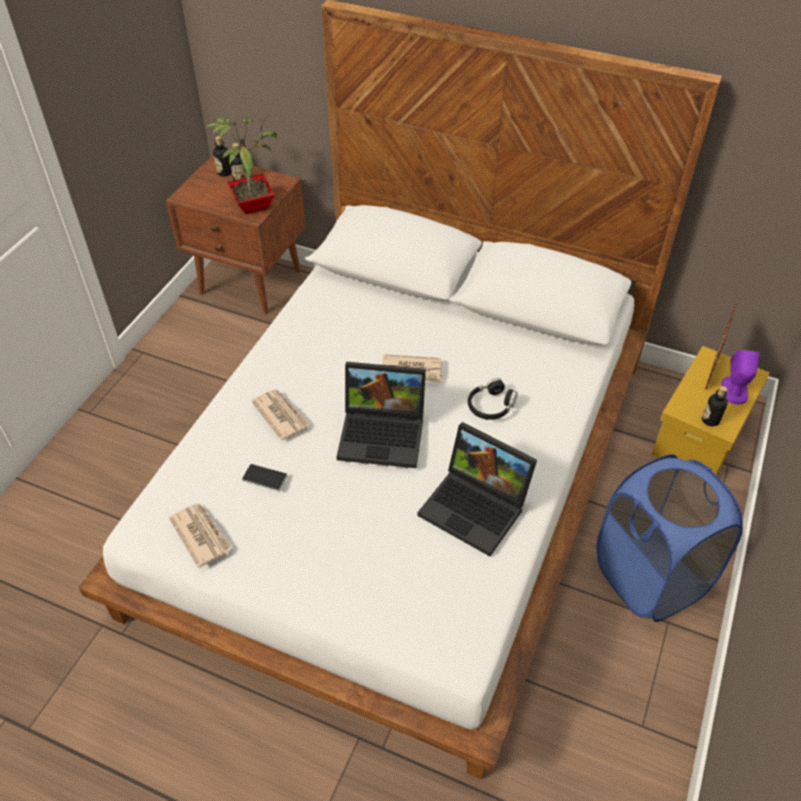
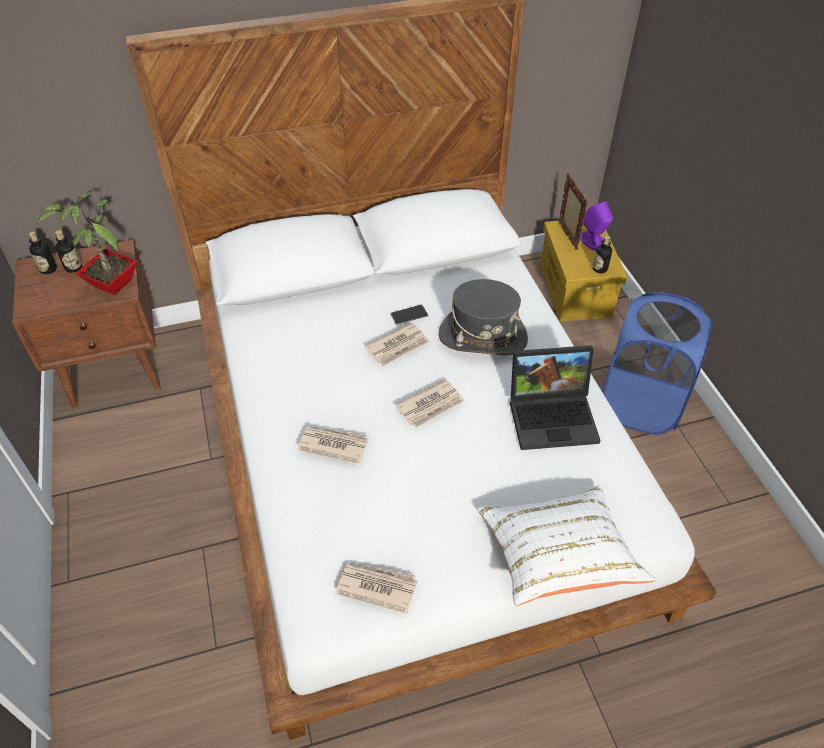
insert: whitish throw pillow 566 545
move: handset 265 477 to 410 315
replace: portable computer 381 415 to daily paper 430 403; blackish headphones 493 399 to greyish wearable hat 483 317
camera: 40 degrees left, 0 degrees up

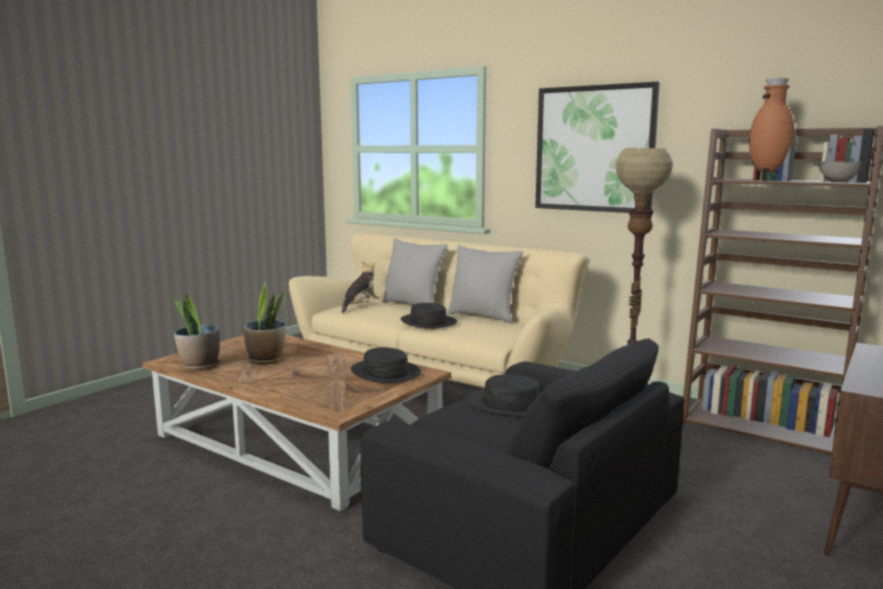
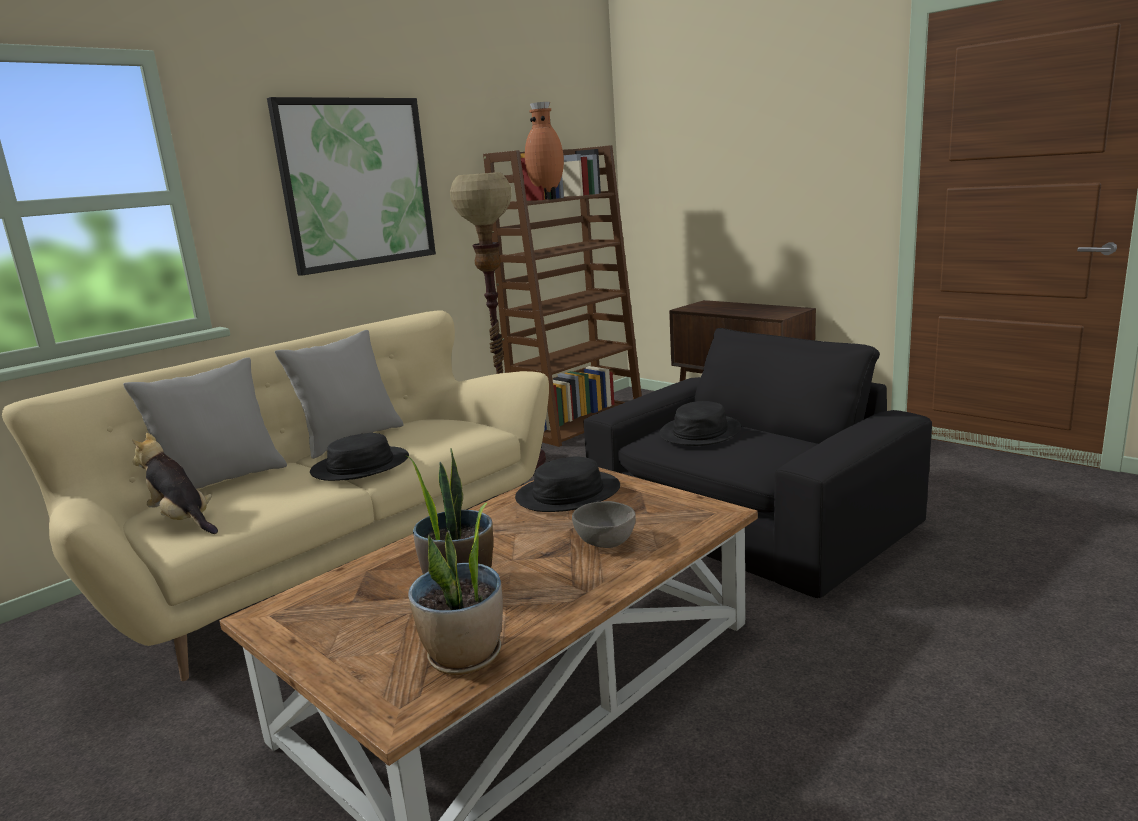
move: greyish serving bowl 840 171 to 604 524
camera: 80 degrees left, 5 degrees up

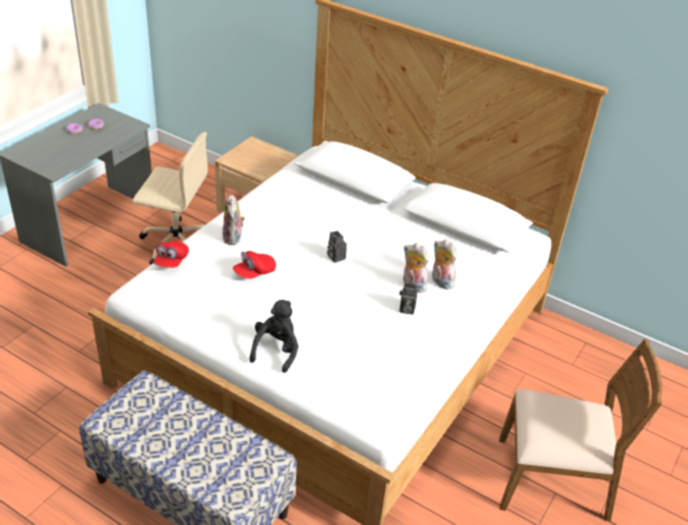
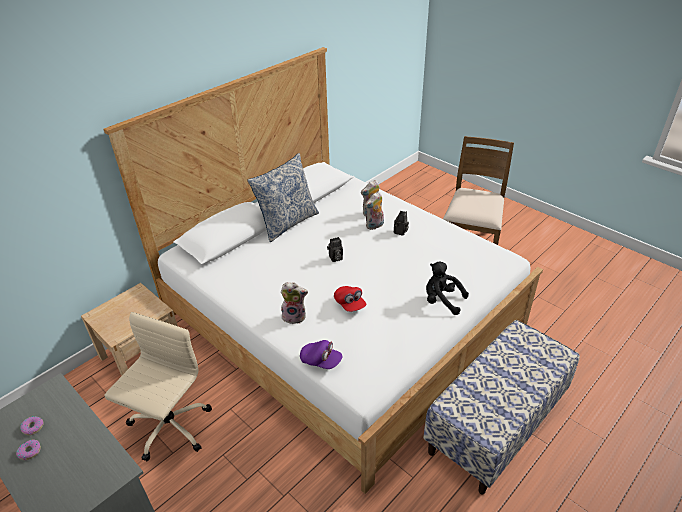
insert: throw pillow 283 197
recolor: red peaked cap 171 254 to purple-coloured peaked cap 321 354
camera: 75 degrees left, 0 degrees up

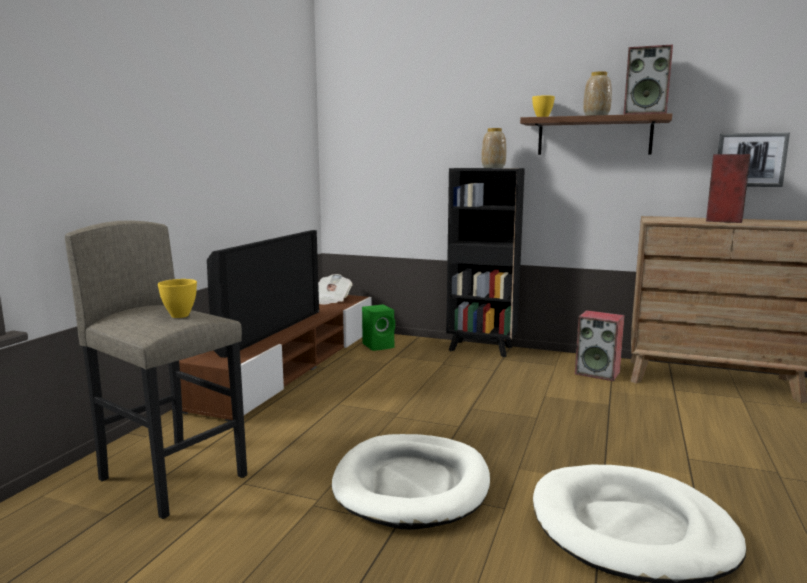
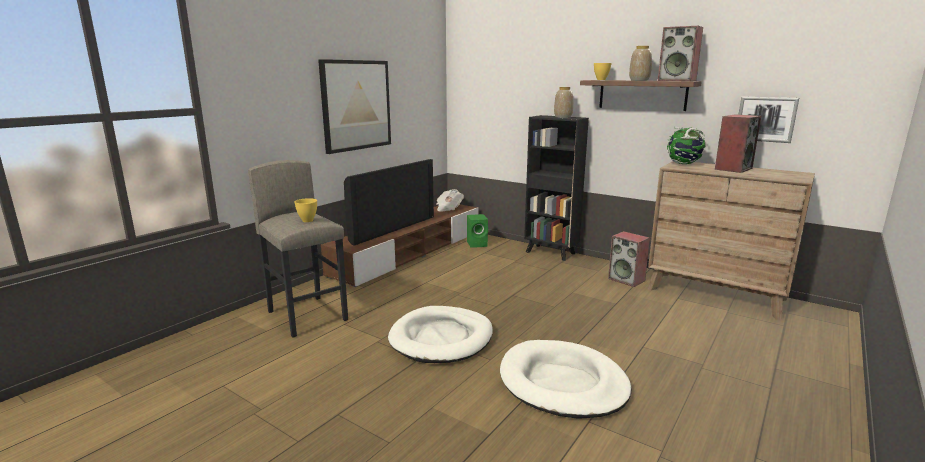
insert: picture 354 106; world globe 686 145
camera: 15 degrees right, 5 degrees up

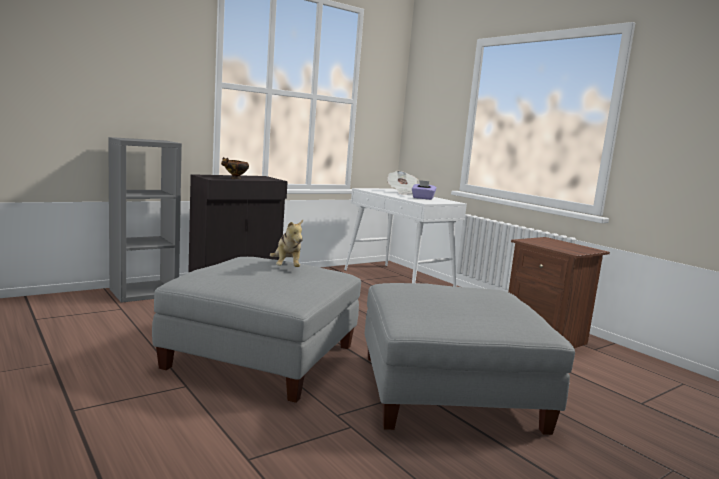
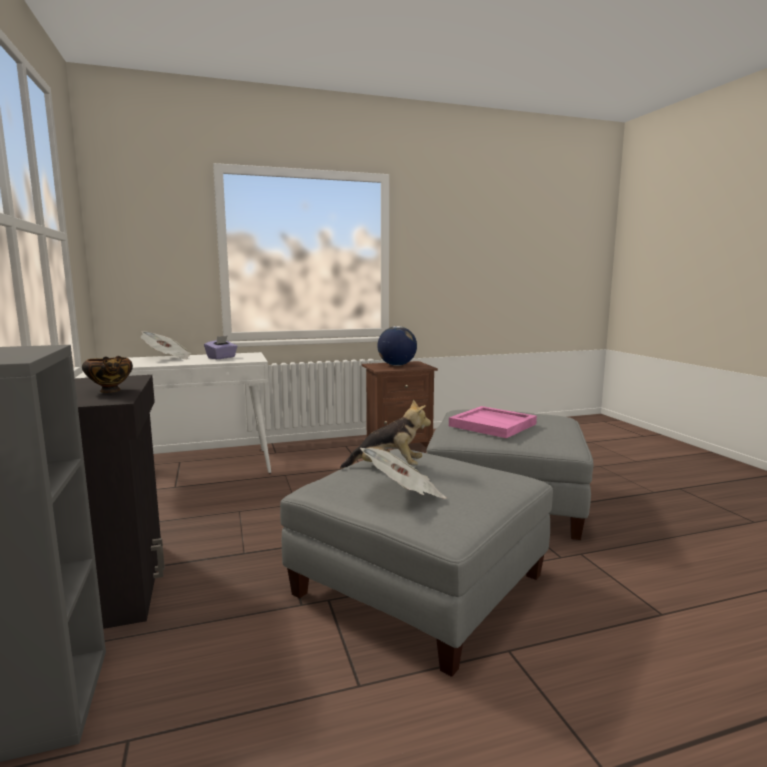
insert: world globe 397 346; pink-coloured serving tray 493 422; daily paper 403 473
camera: 70 degrees left, 0 degrees up

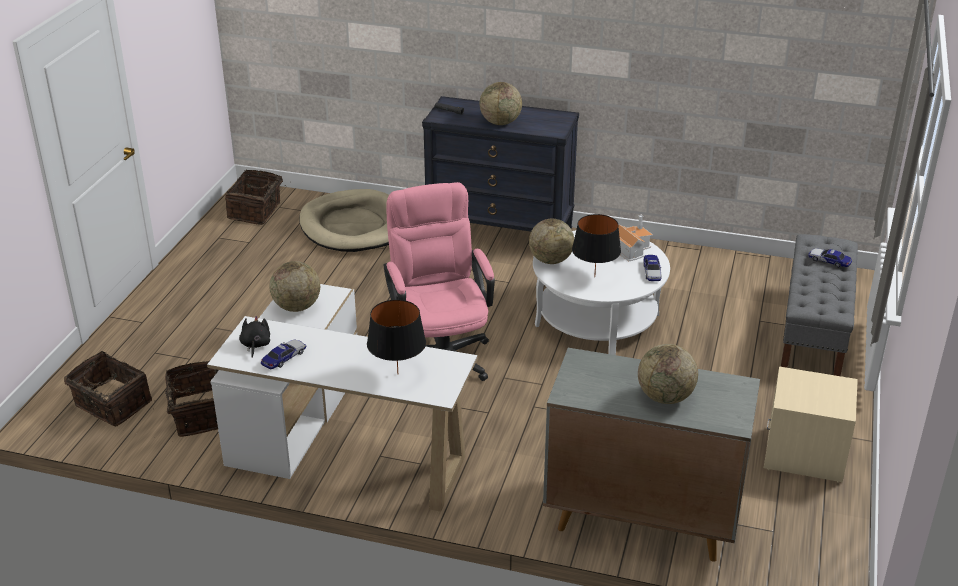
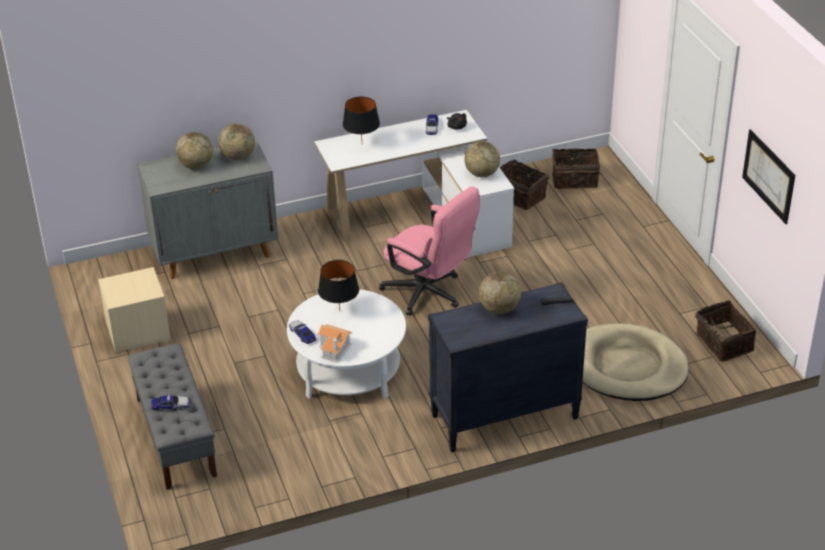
insert: picture 768 176
move: world globe 551 241 to 236 141
camera: 145 degrees right, 5 degrees up

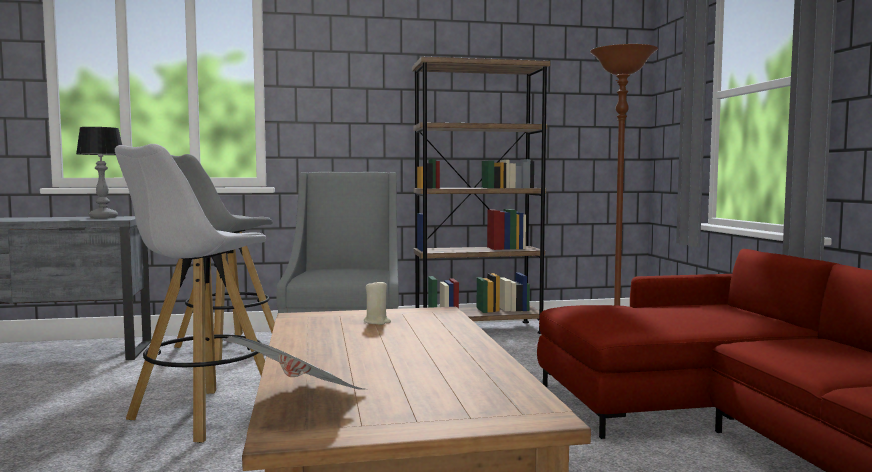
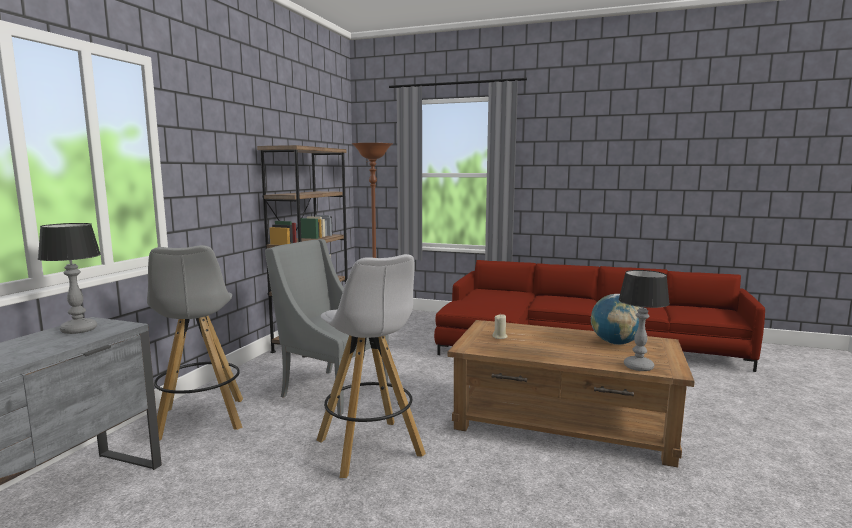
insert: world globe 616 319
replace: daily paper 293 363 to lamp for a table 644 320
camera: 60 degrees left, 5 degrees up

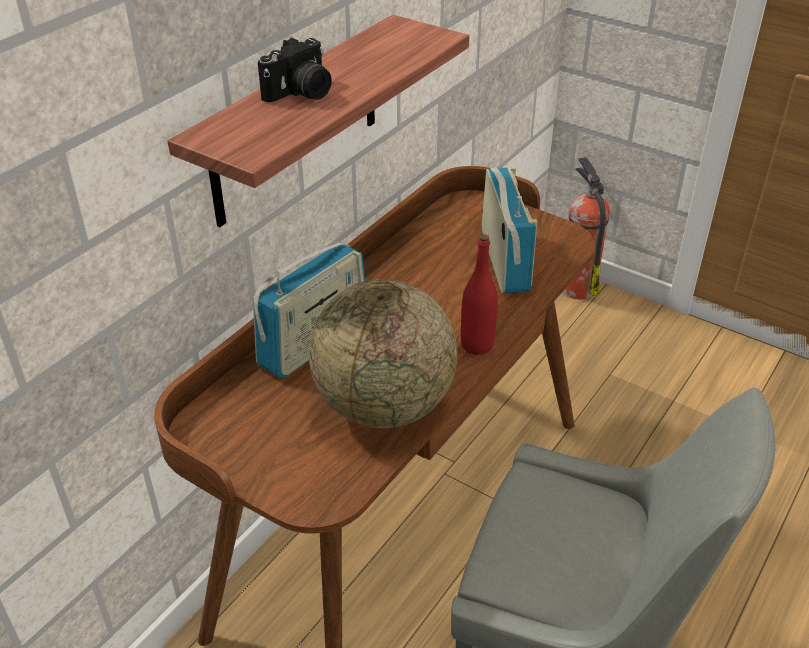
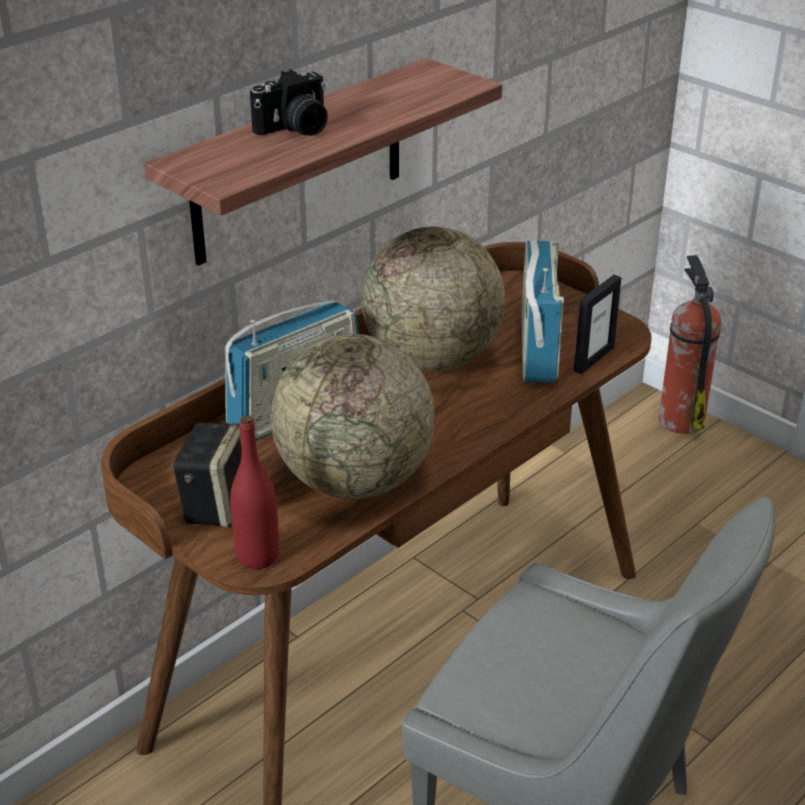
insert: world globe 433 299; picture frame 597 324; loudspeaker 206 475
move: red drink bottle 479 294 to 254 492
camera: 10 degrees right, 5 degrees down

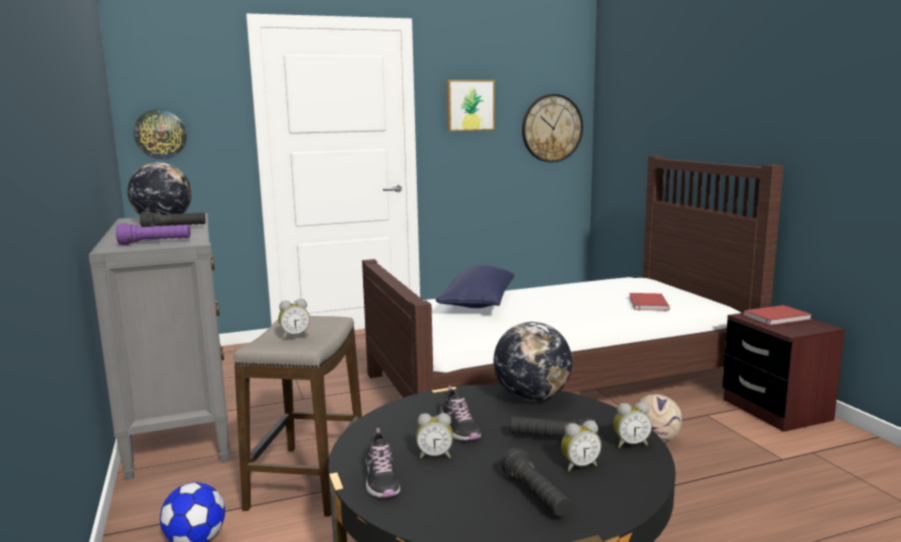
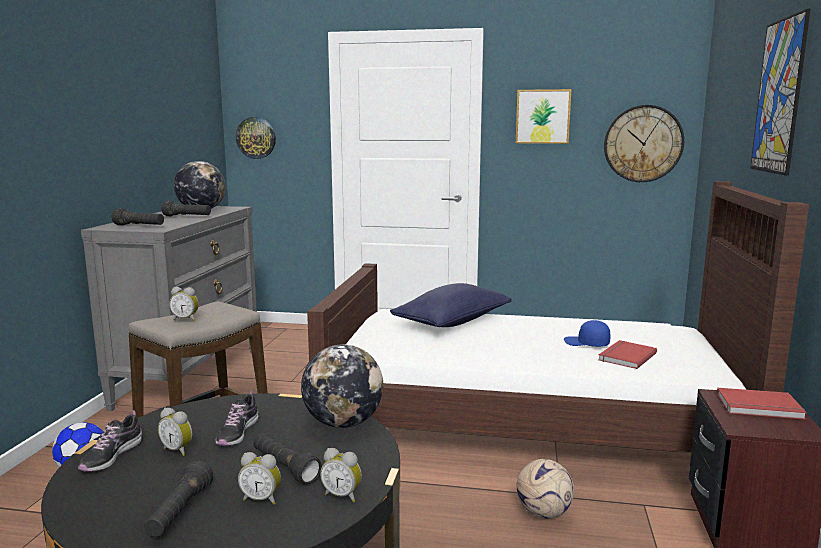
insert: picture 780 92; bluish peaked cap 587 333
recolor: purple-coloured flashlight 153 234 to blackish flashlight 138 217
camera: 30 degrees right, 0 degrees up

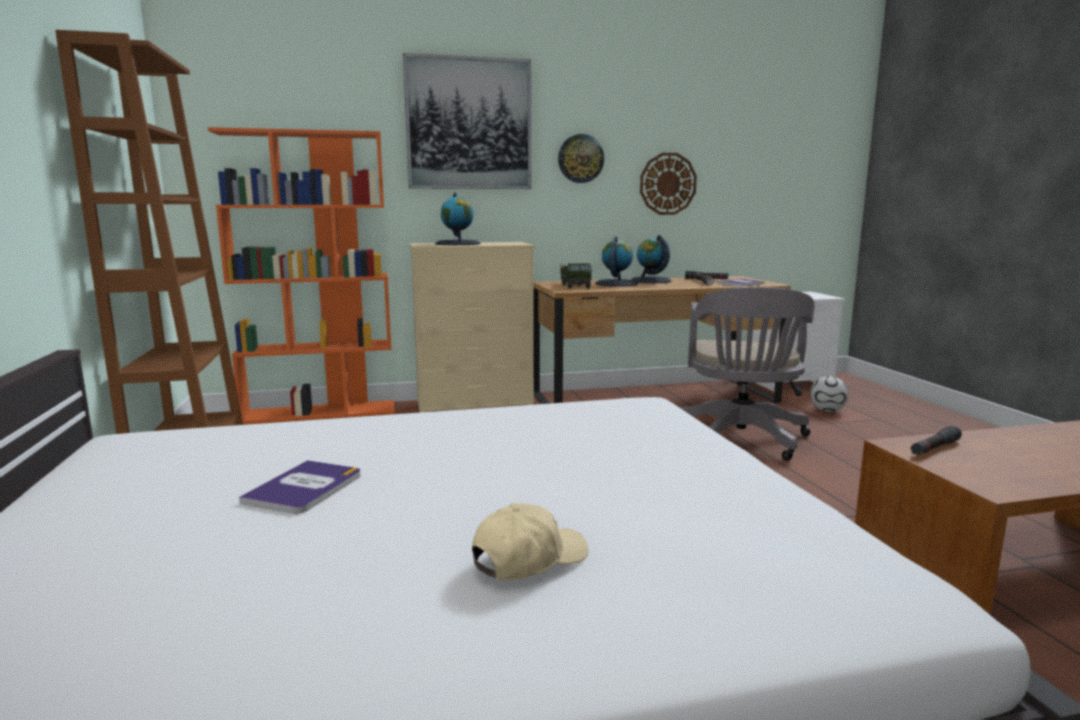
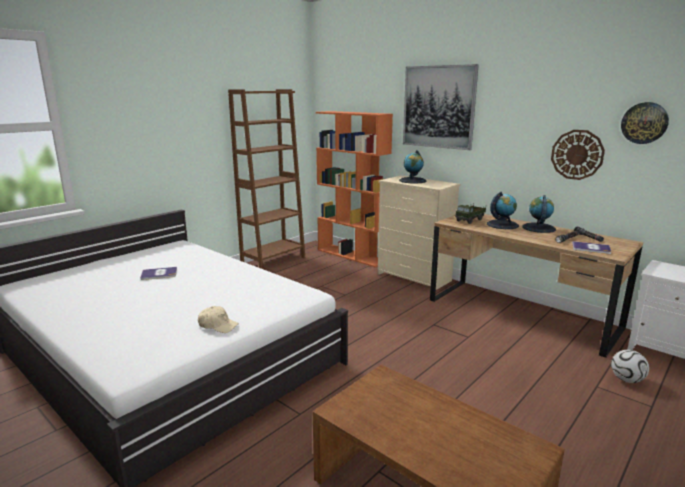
delete: greyish computer chair 747 374; blackish flashlight 936 440
move: hanging clock 581 158 to 645 123; beige peaked cap 530 542 to 218 319
camera: 55 degrees right, 5 degrees up

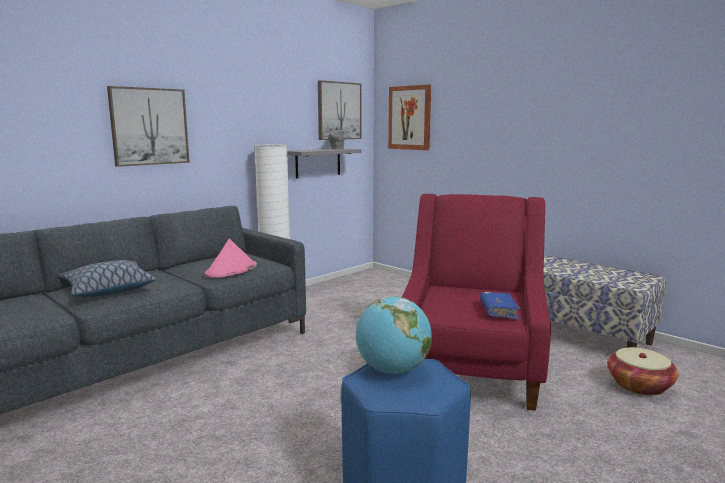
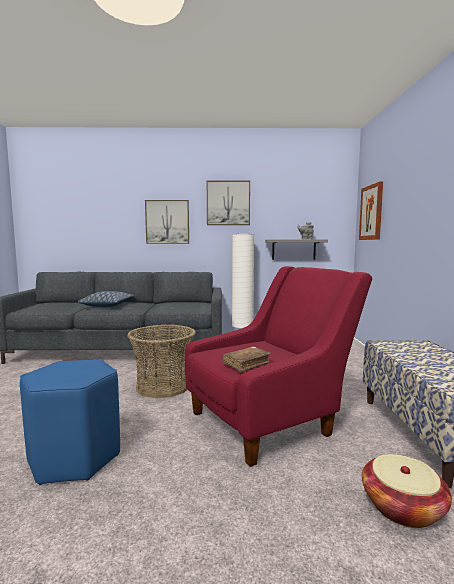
delete: pink-coloured wearable hat 231 258; world globe 394 335
insert: basket 161 361
move: picture 340 110 to 228 202
recolor: bluish volume 500 306 to brownish volume 246 359
camera: 45 degrees right, 5 degrees down

